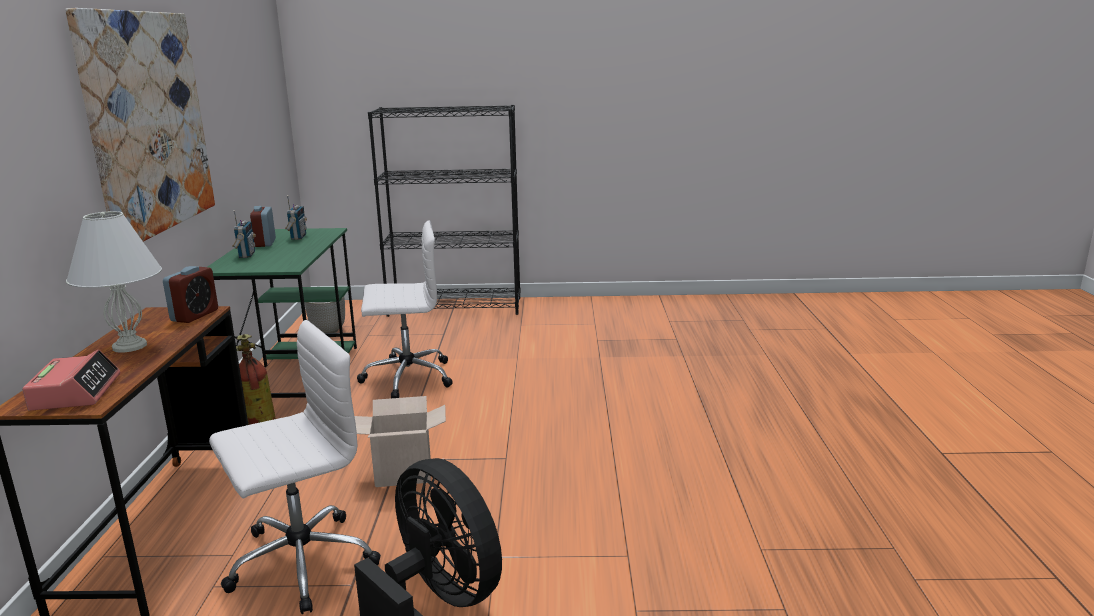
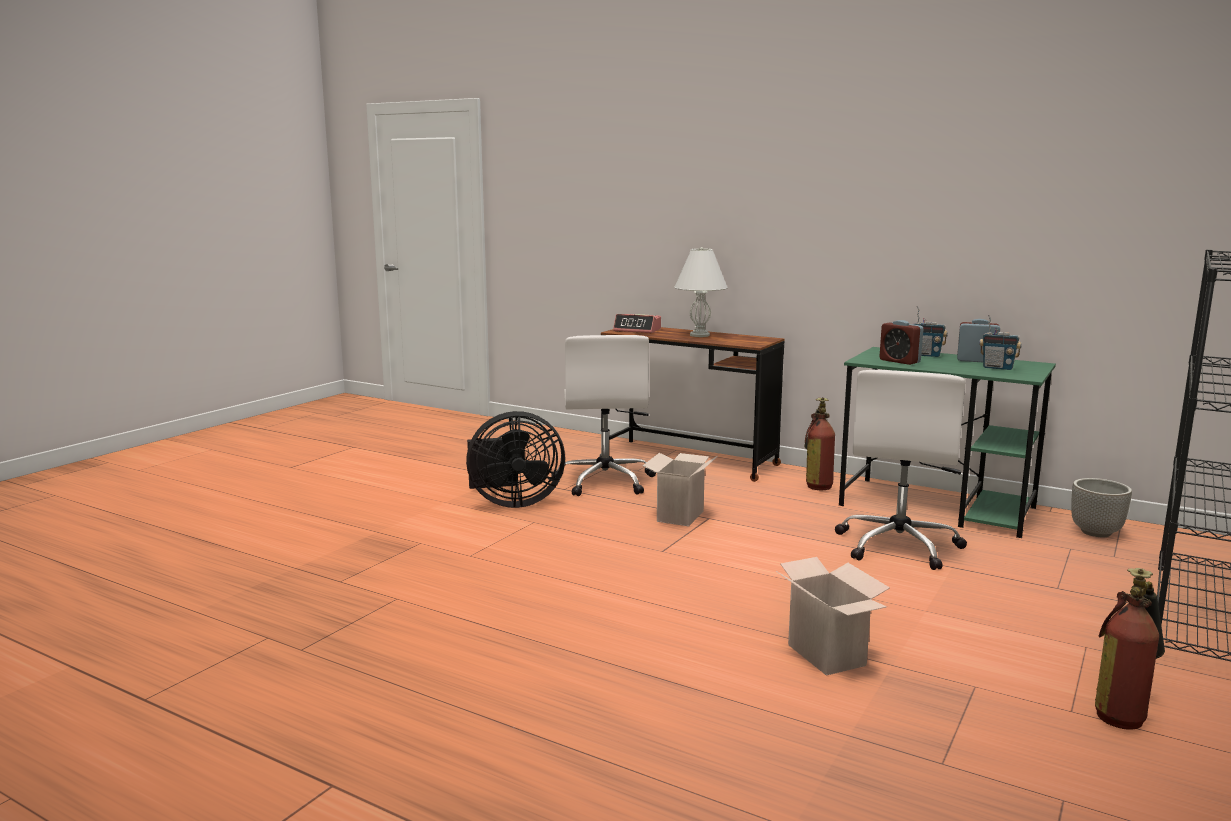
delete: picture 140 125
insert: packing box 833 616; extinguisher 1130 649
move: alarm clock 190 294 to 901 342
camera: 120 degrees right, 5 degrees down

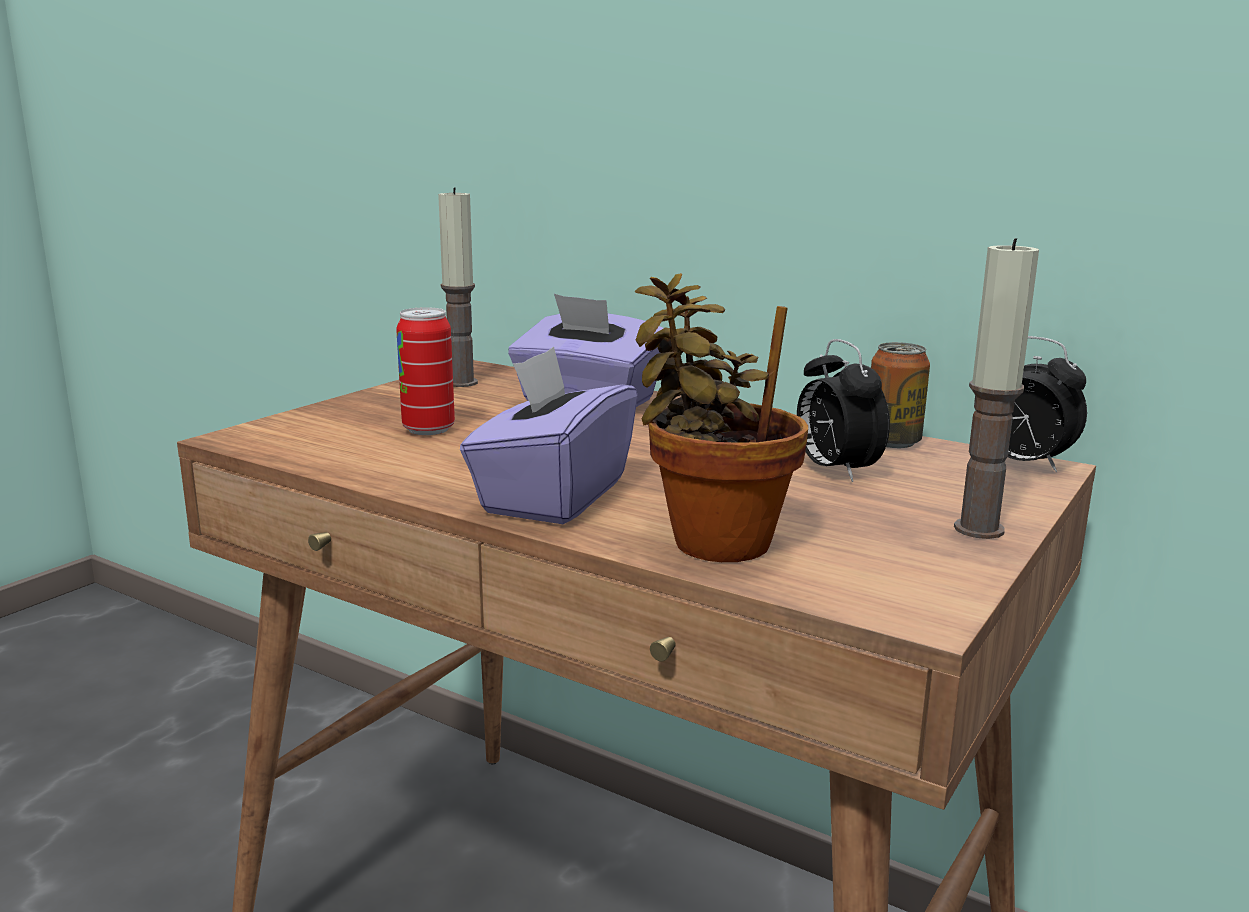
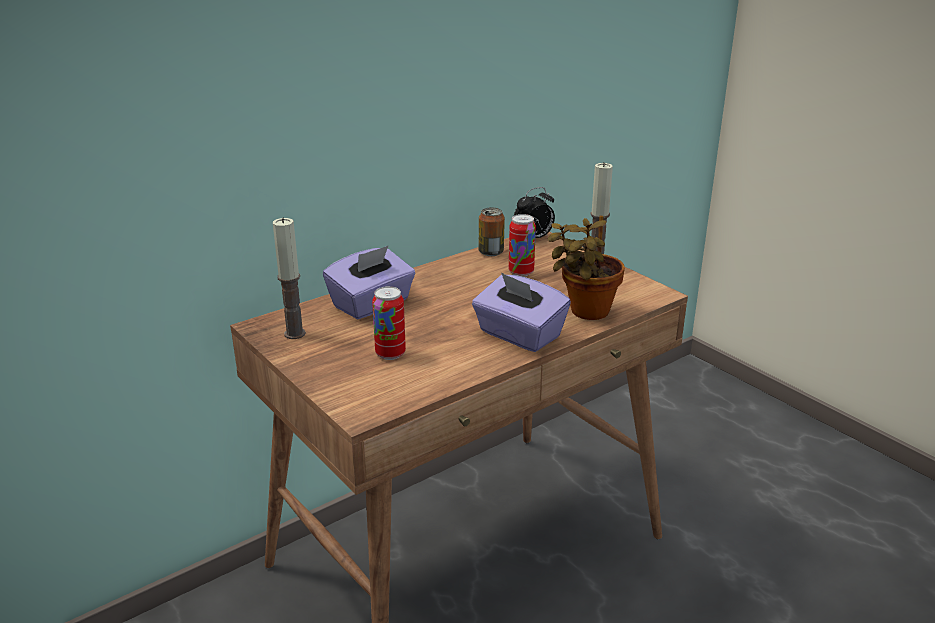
replace: alarm clock 843 410 to can 522 245
camera: 70 degrees left, 10 degrees up

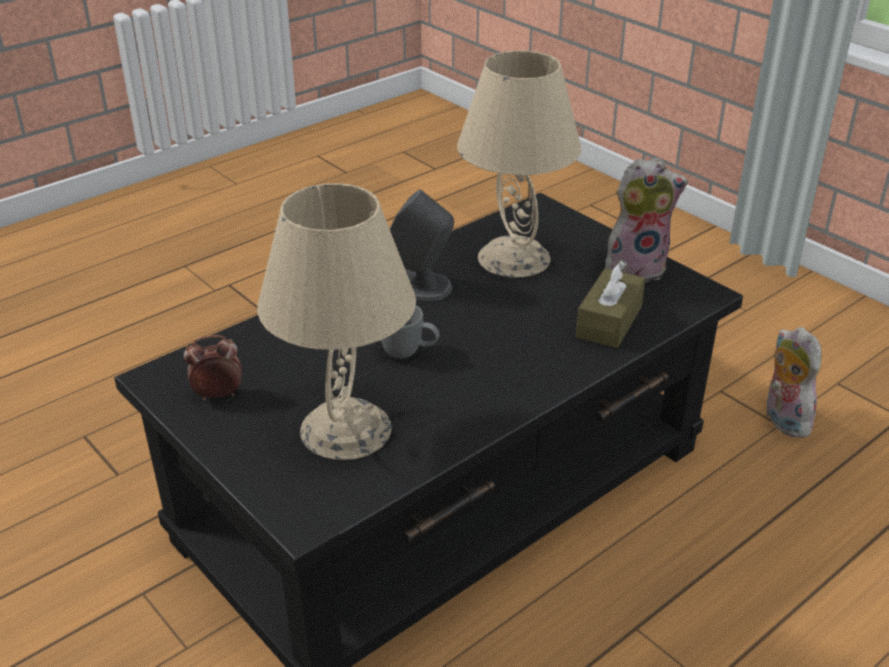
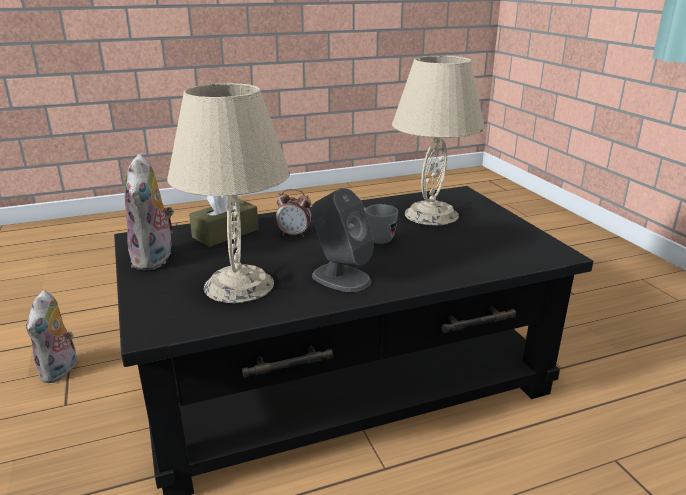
move: alarm clock 213 367 to 293 213
rotate: soft toy 646 220 = 150 212 105 degrees counterclockwise
camera: 160 degrees left, 10 degrees down

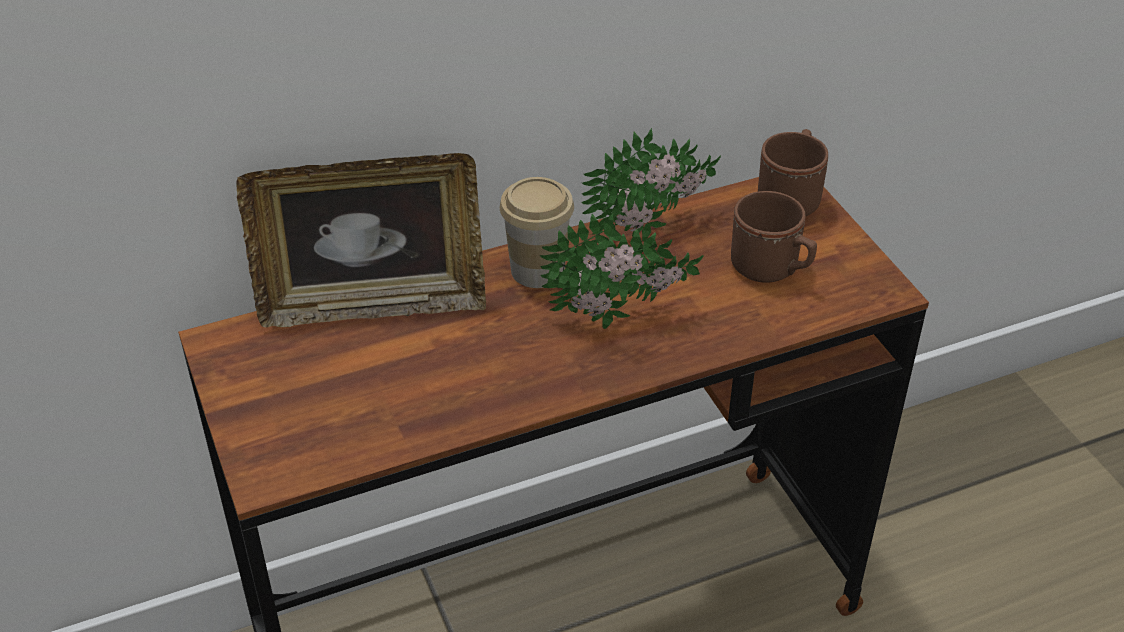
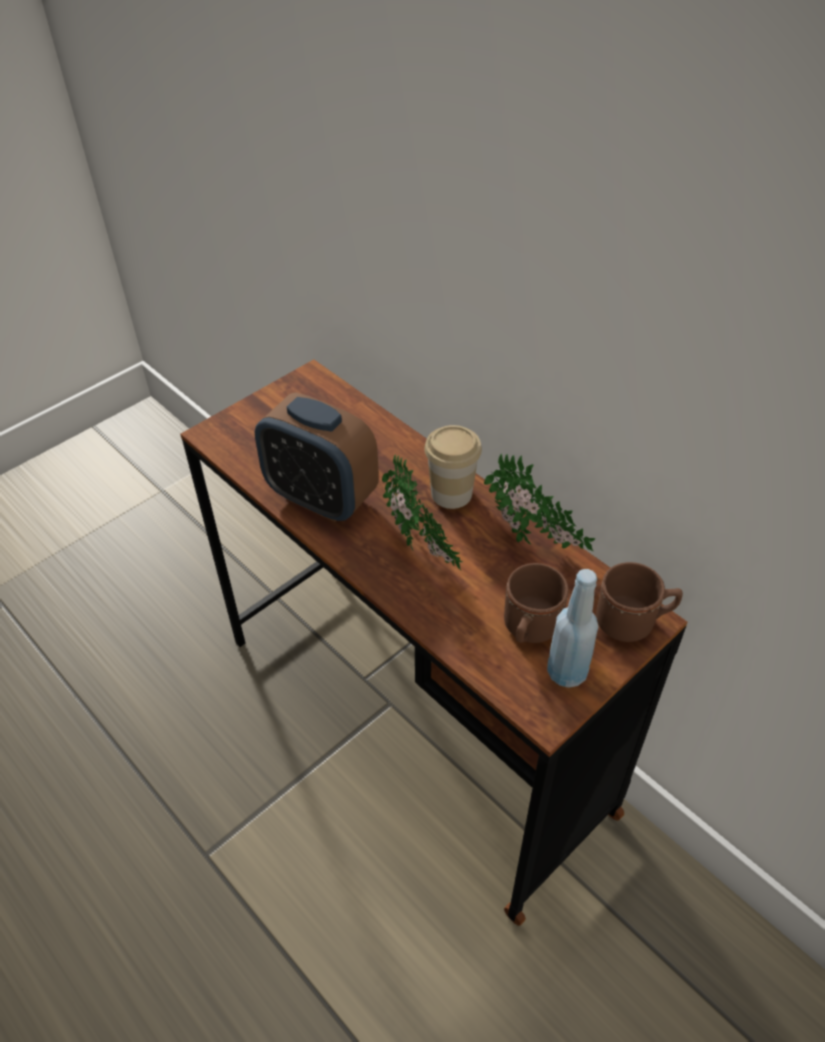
delete: picture frame 361 240
insert: alarm clock 317 457; bluish drink bottle 572 628
camera: 70 degrees right, 5 degrees up

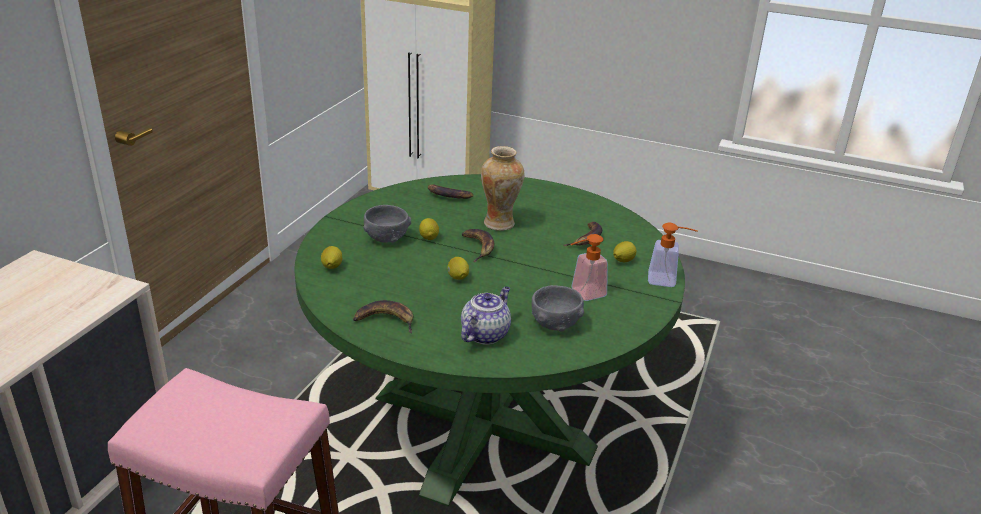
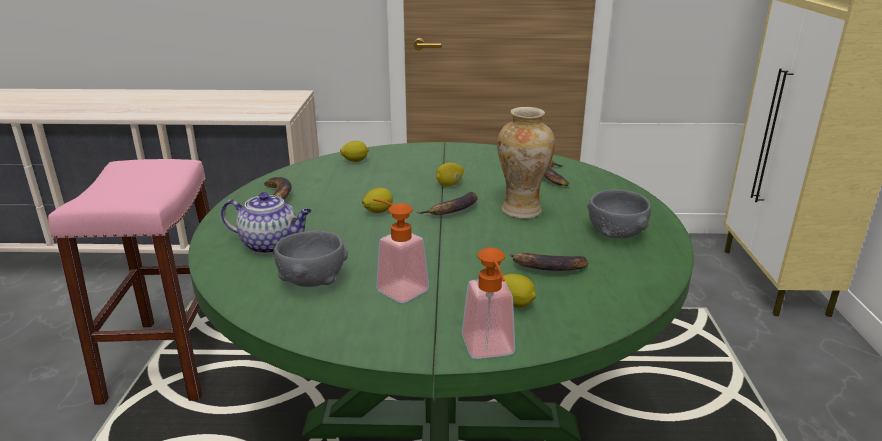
move: greyish serving bowl 387 224 to 619 213
camera: 70 degrees right, 5 degrees down

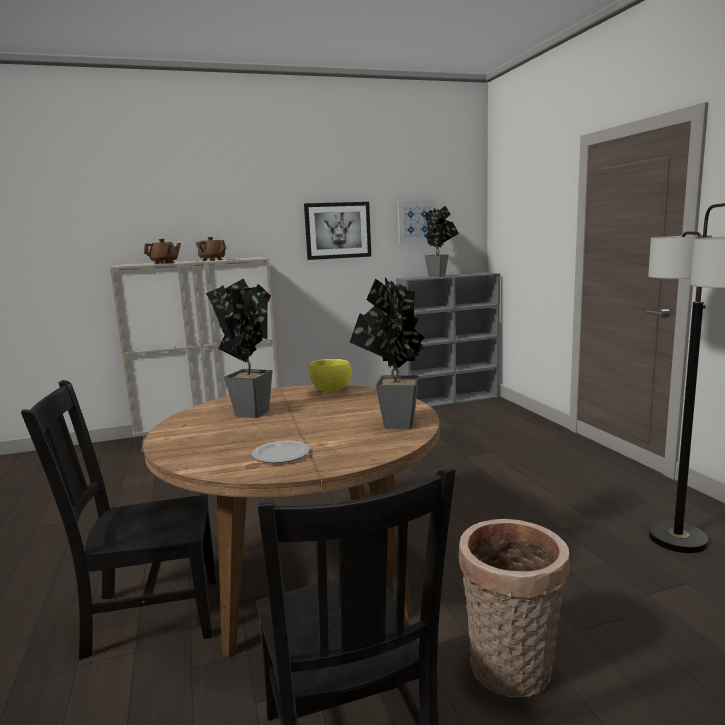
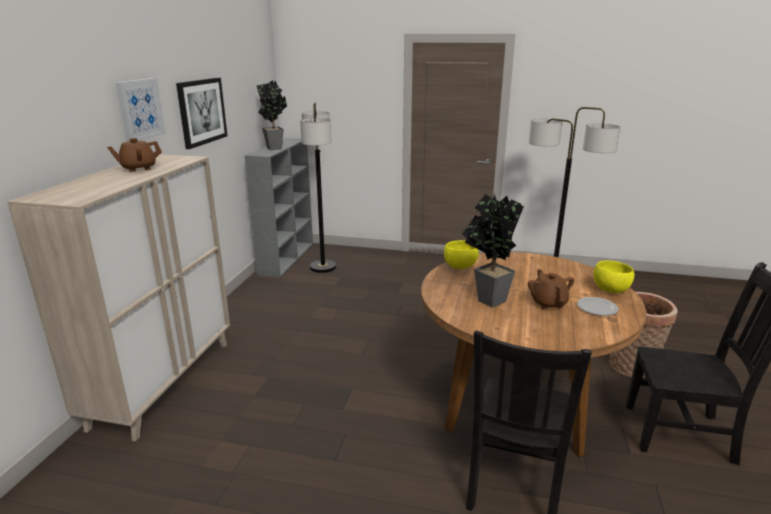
delete: houseplant 387 353
insert: standing lamp 318 187; yellow serving bowl 613 276
move: picture 417 221 to 141 110; brownish teapot 162 251 to 551 289
camera: 60 degrees left, 10 degrees up

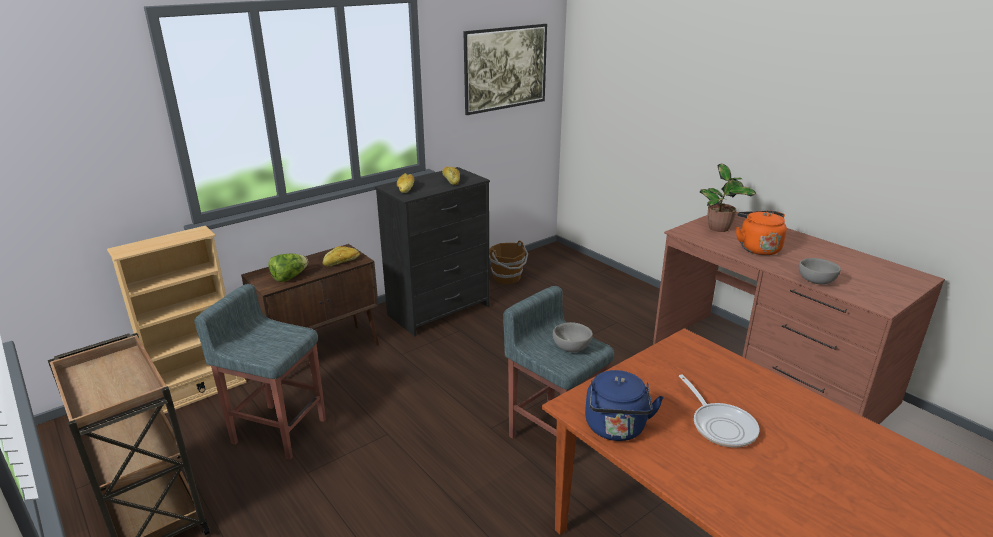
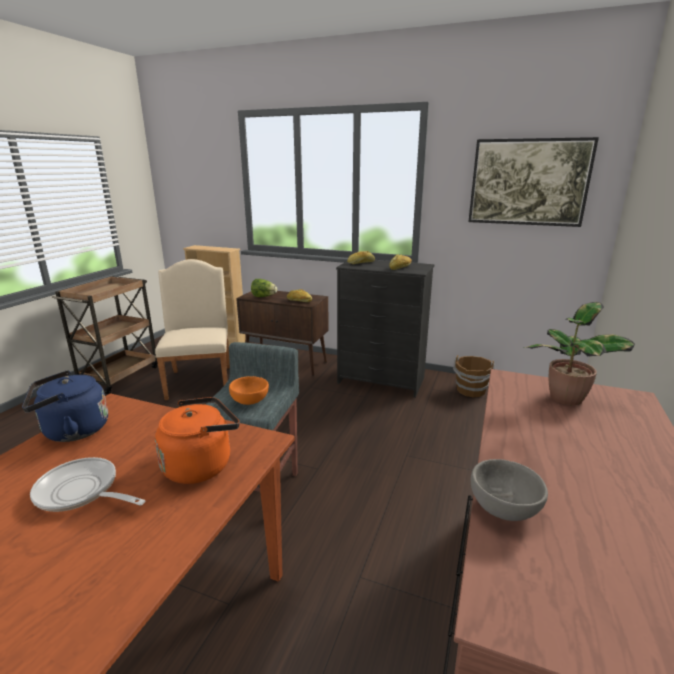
move: orange-coloured water kettle 761 233 to 197 440
replace: greyish stool 260 372 to beige plain chair 192 329
recolor: greyish serving bowl 573 337 to orange-coloured serving bowl 249 390
rotate: pan 719 411 = 88 484 75 degrees clockwise
camera: 60 degrees right, 5 degrees down

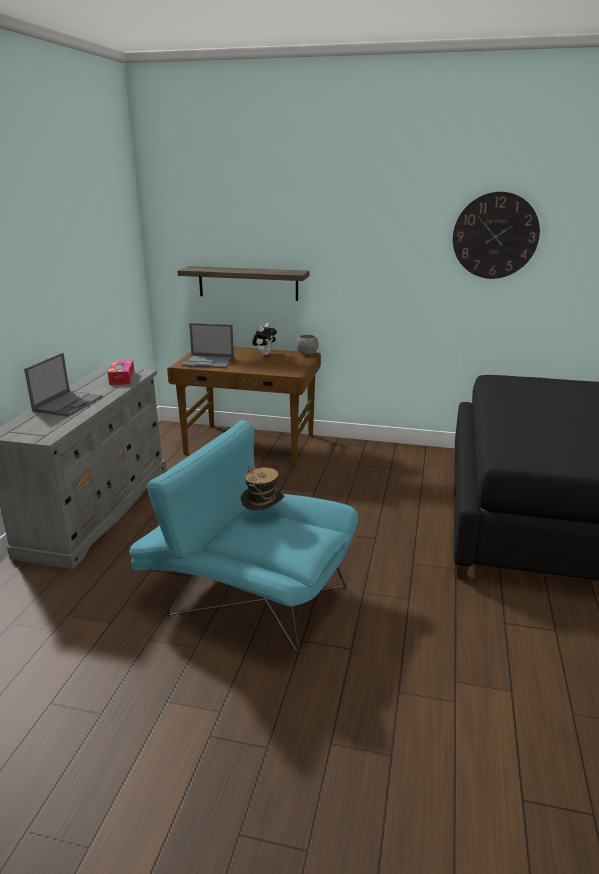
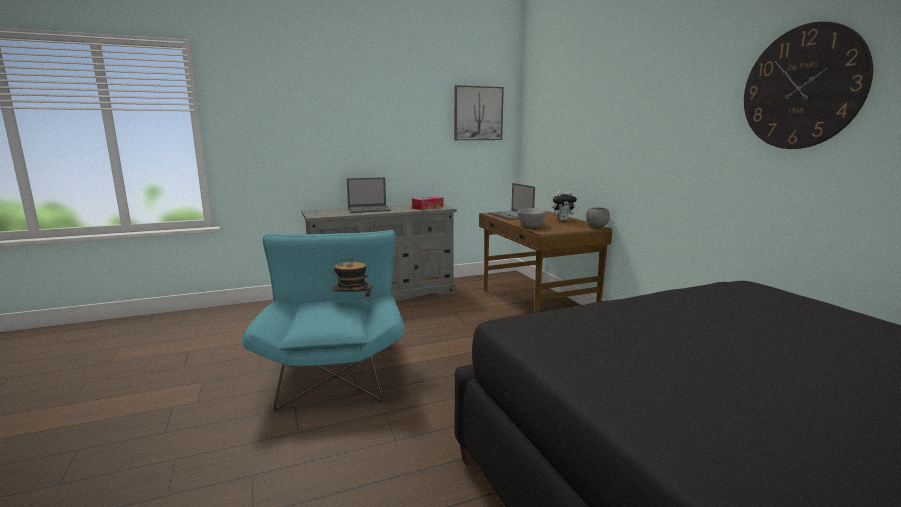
delete: wall shelf 243 283
insert: picture 479 112; greyish serving bowl 531 217
camera: 55 degrees right, 10 degrees down

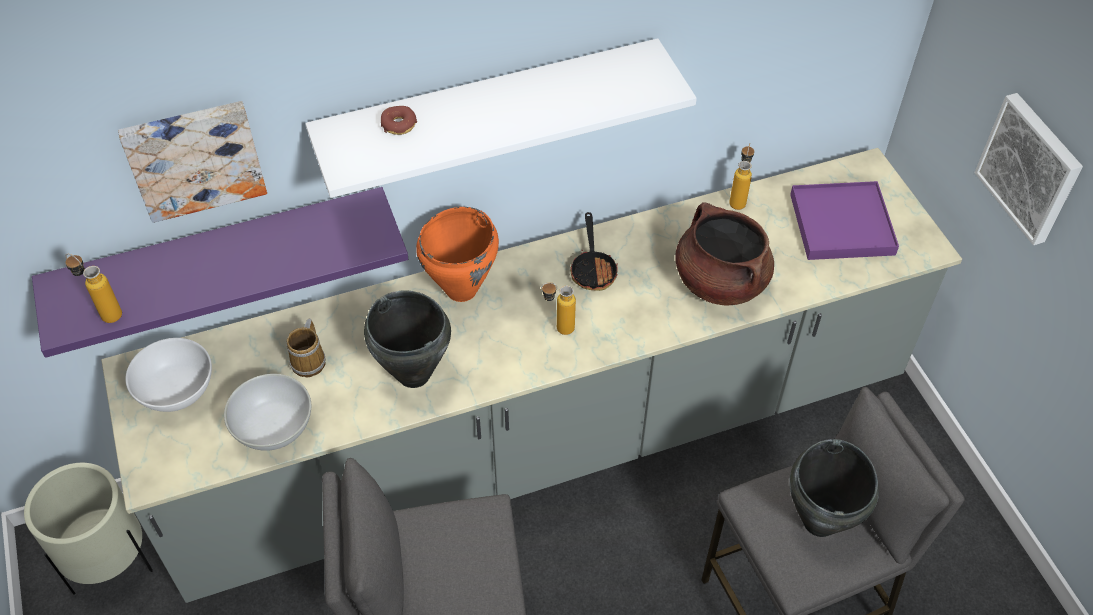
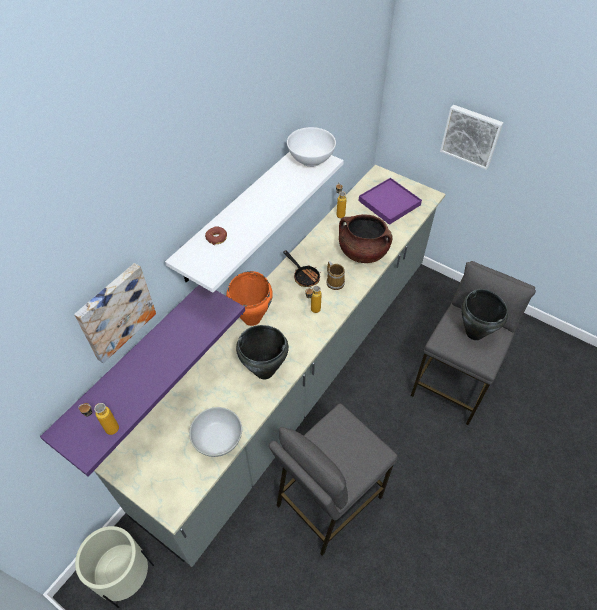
move: mug 306 348 to 335 275; whitish serving bowl 168 375 to 311 147
camera: 35 degrees left, 0 degrees up

